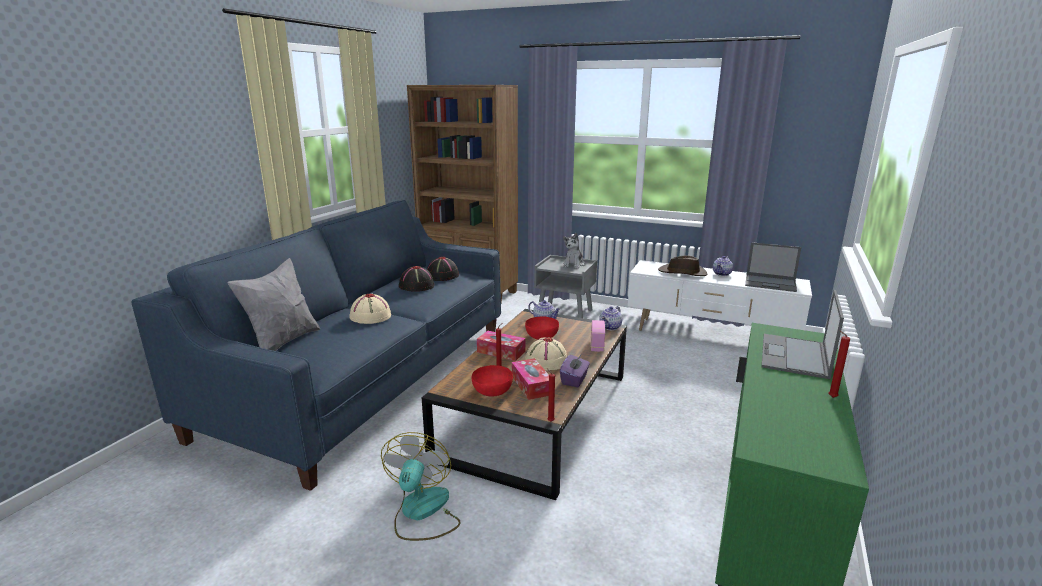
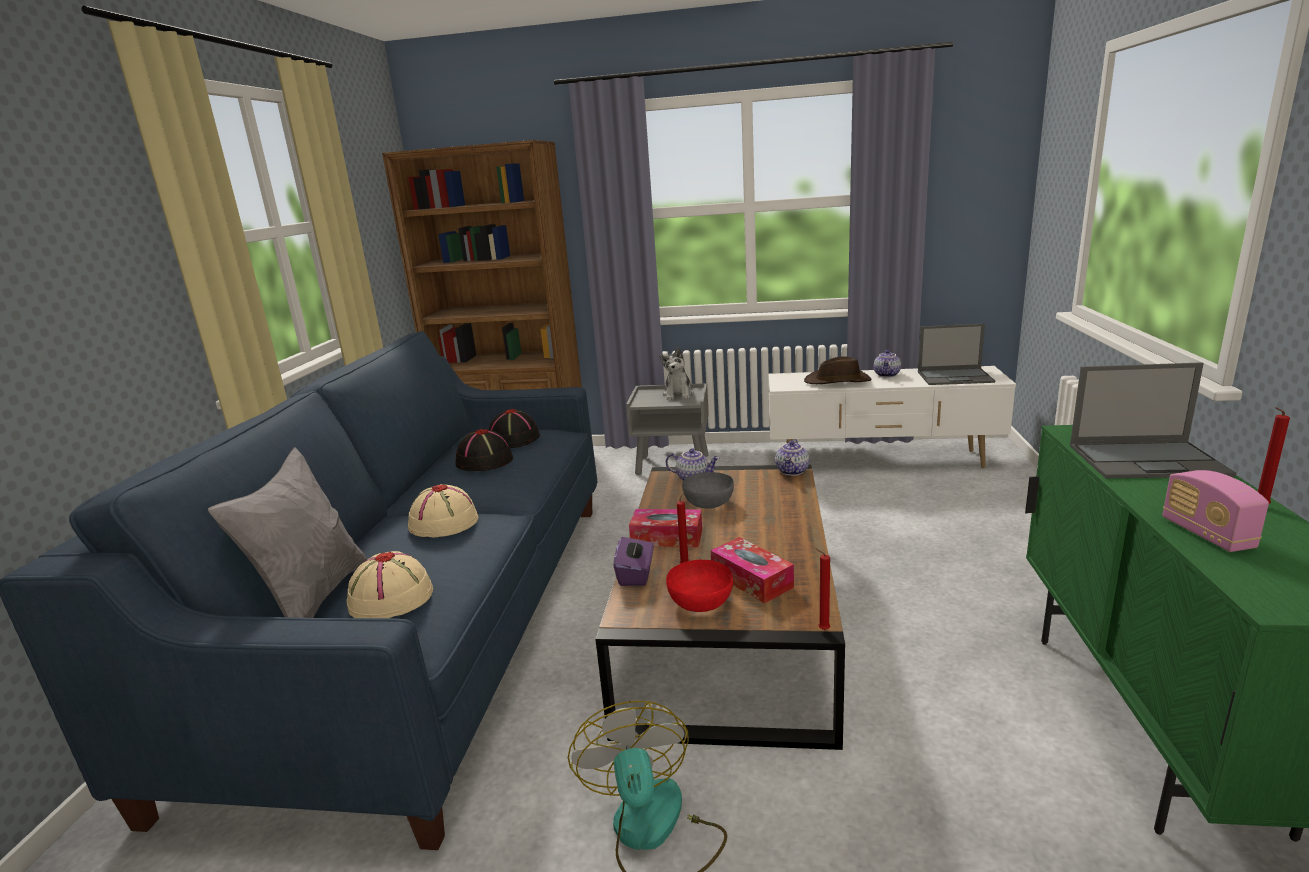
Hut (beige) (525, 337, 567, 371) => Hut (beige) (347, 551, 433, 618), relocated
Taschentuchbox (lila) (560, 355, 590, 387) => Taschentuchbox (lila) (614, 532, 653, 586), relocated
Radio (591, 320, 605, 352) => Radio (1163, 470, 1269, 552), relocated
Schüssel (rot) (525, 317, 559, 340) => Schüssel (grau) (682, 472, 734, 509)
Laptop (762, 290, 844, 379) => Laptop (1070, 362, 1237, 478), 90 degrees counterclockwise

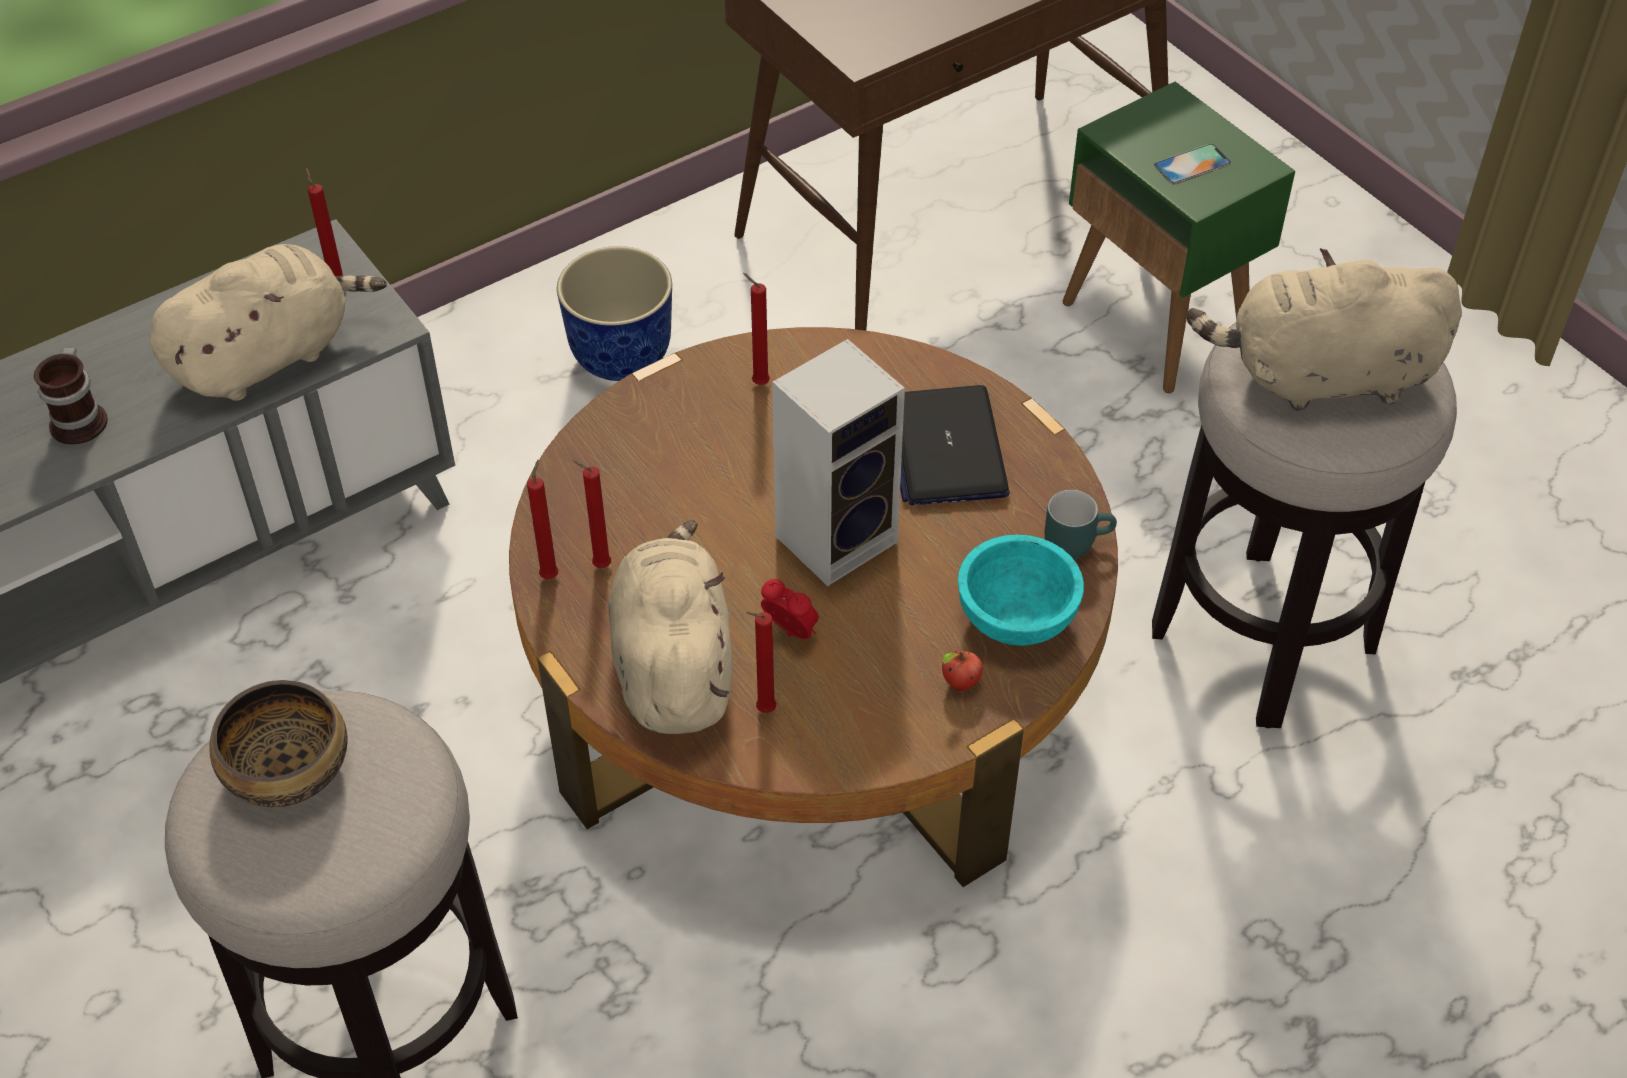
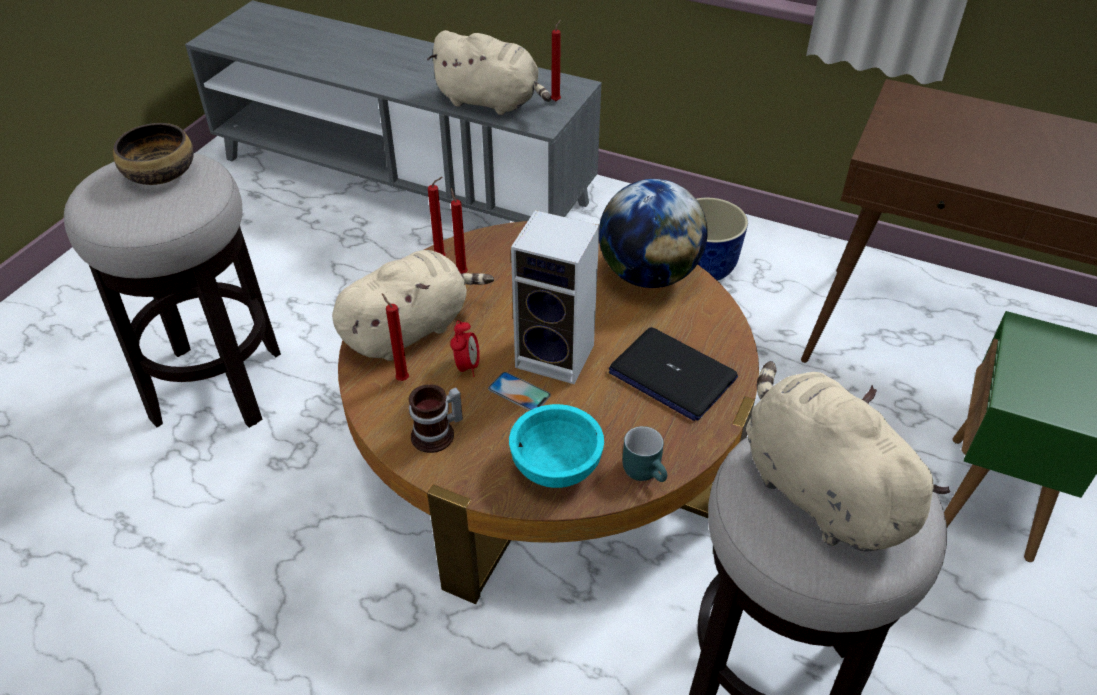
Apfel (942, 651, 983, 691) => nothing
Henkelbecher (34, 347, 108, 445) => Henkelbecher (408, 384, 463, 453), relocated
Handy (1154, 144, 1231, 185) => Handy (488, 372, 551, 411), relocated
Kerze (rot) (743, 273, 770, 385) => Globus (599, 179, 708, 288)
Laptop (900, 385, 1010, 505) => Laptop (609, 327, 738, 421), 105 degrees counterclockwise

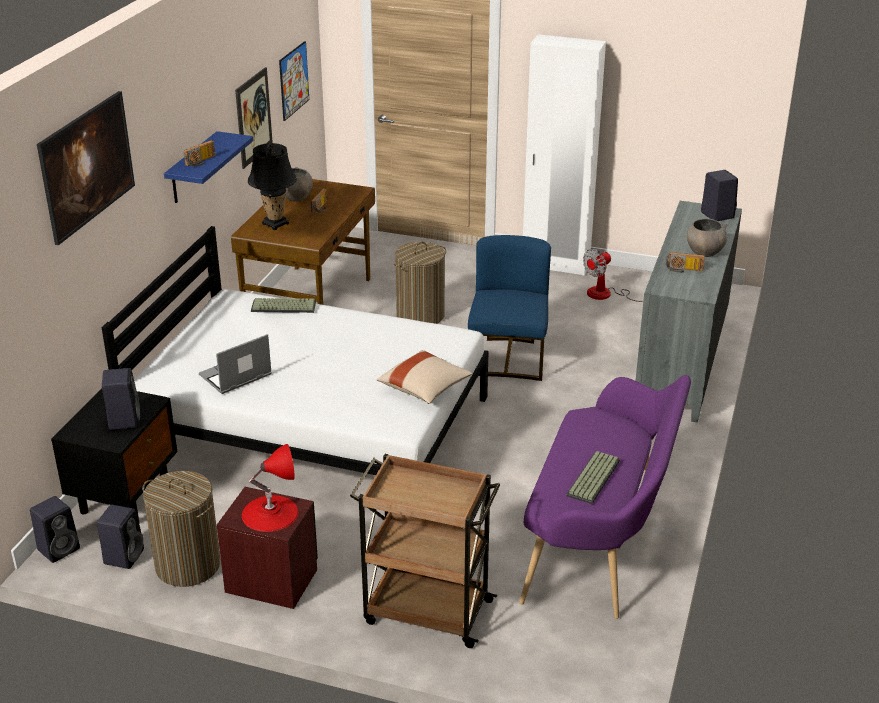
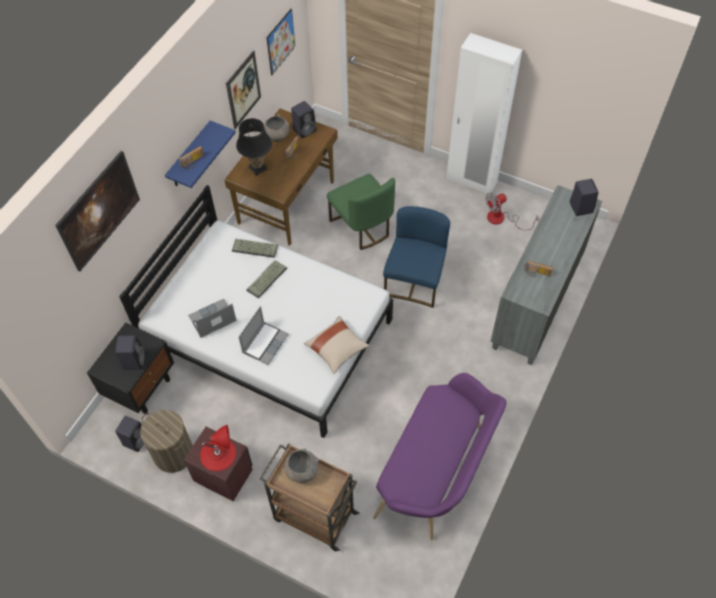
nothing => Laptop (239, 306, 289, 365)
Lautsprecher (schwarz) (30, 496, 80, 563) => Lautsprecher (schwarz) (291, 101, 316, 138), relocated
Tastatur (566, 451, 620, 504) => Tastatur (246, 260, 287, 299), relocated
Schüssel (grau) (687, 218, 728, 257) => Schüssel (grau) (284, 449, 320, 483), relocated
Wäschekorb (394, 242, 446, 324) => Stuhl (grün) (327, 174, 395, 250)

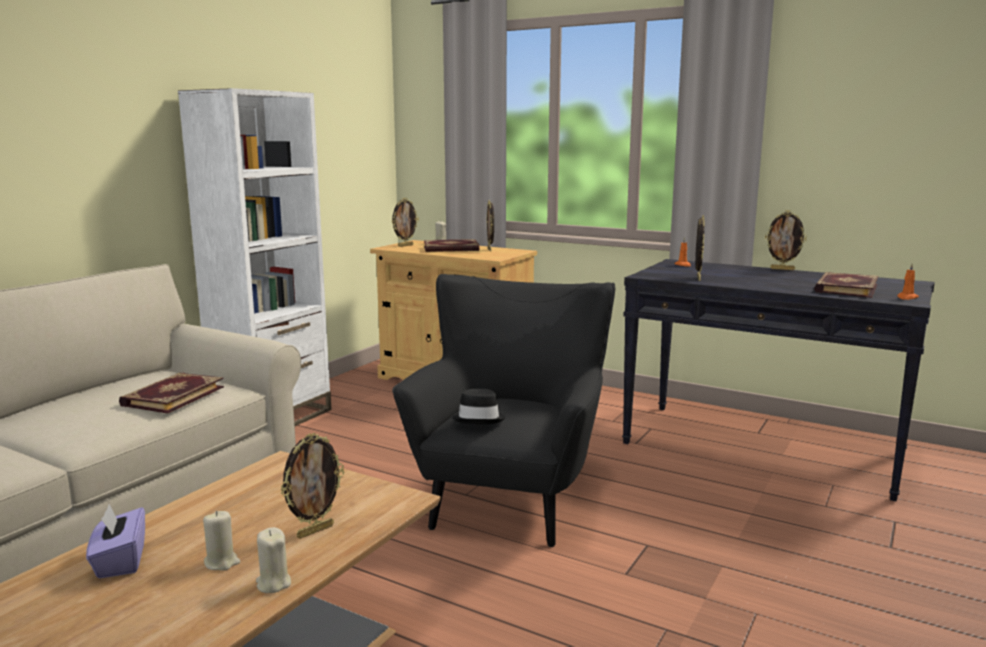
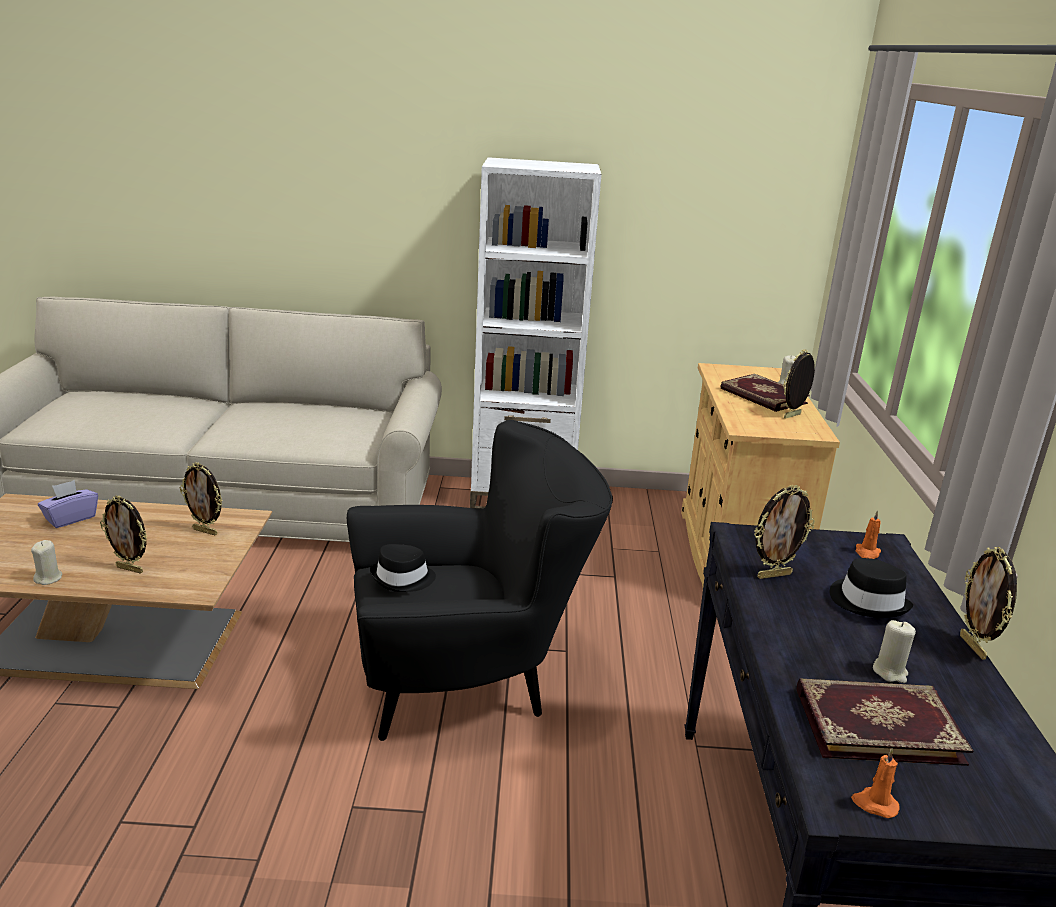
Buch (119, 373, 224, 414) => nothing
nothing => Hut (schwarz) (830, 558, 913, 618)
Kerze (beige) (203, 511, 240, 571) => Kerze (beige) (873, 620, 916, 683), relocated
Bilderrahmen (392, 198, 419, 247) => Bilderrahmen (180, 462, 223, 535), relocated

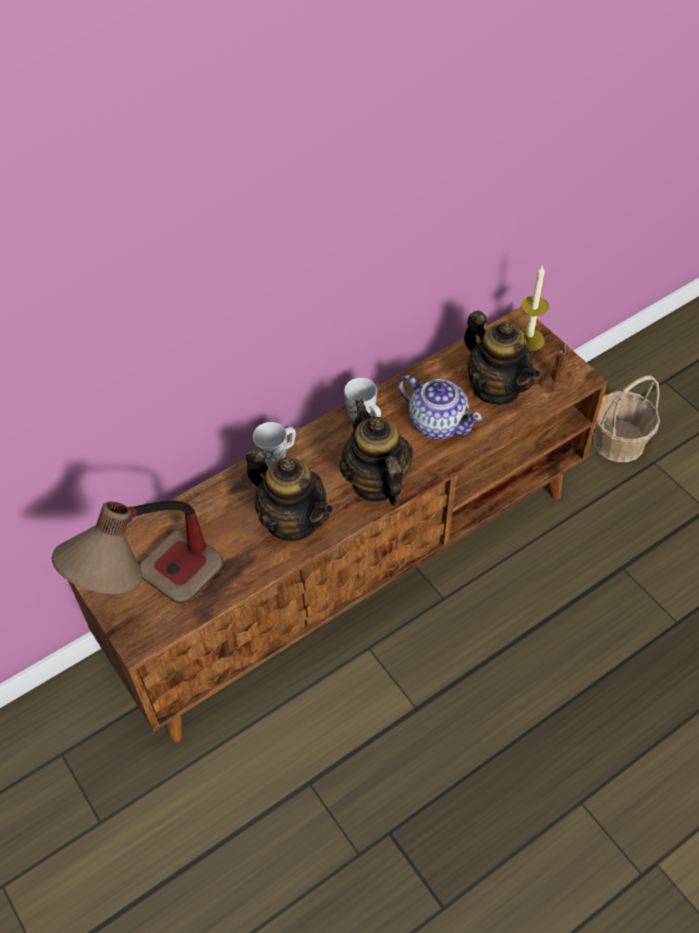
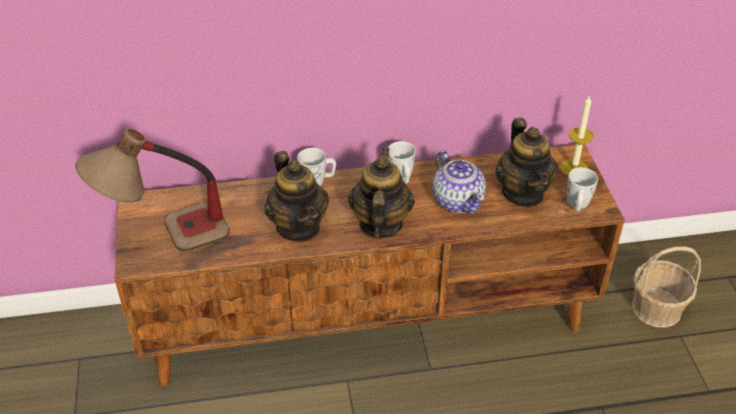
Kerze (braun) (539, 344, 574, 391) => Henkelbecher (weiß) (567, 167, 598, 211)

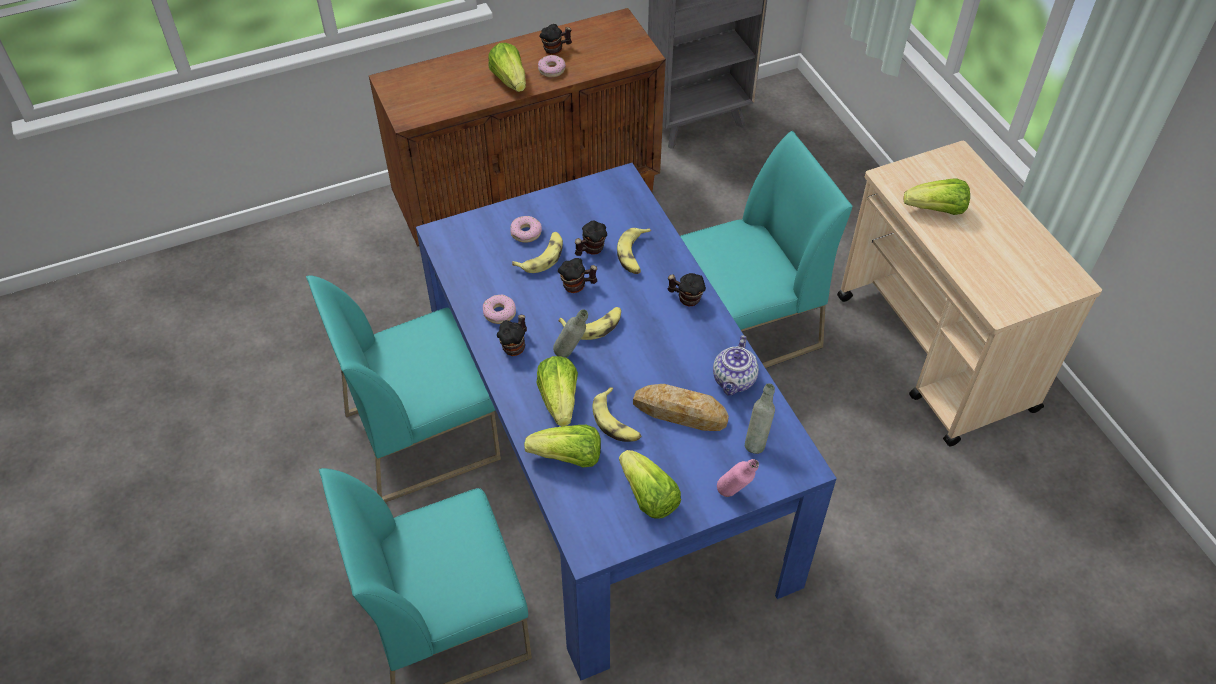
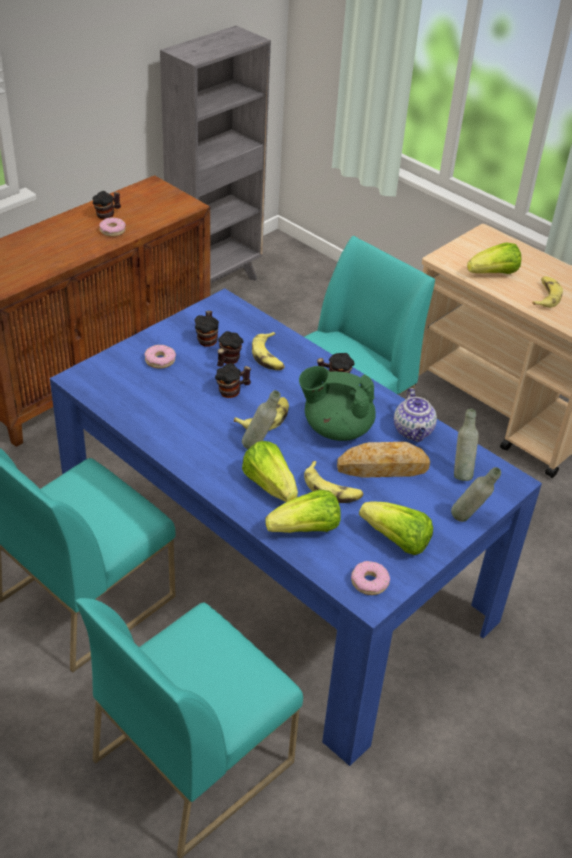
Salatkopf (488, 43, 526, 92) => nothing
nothing => Teekanne (grün) (299, 366, 376, 441)
Donut (483, 294, 516, 324) => Donut (351, 561, 390, 595), relocated
Henkelbecher (497, 315, 527, 356) => Henkelbecher (195, 311, 219, 347), relocated
Banane (512, 232, 563, 273) => Banane (532, 276, 563, 308), relocated
Flasche (rosa) (717, 459, 759, 497) => Flasche (grau) (451, 467, 501, 522)

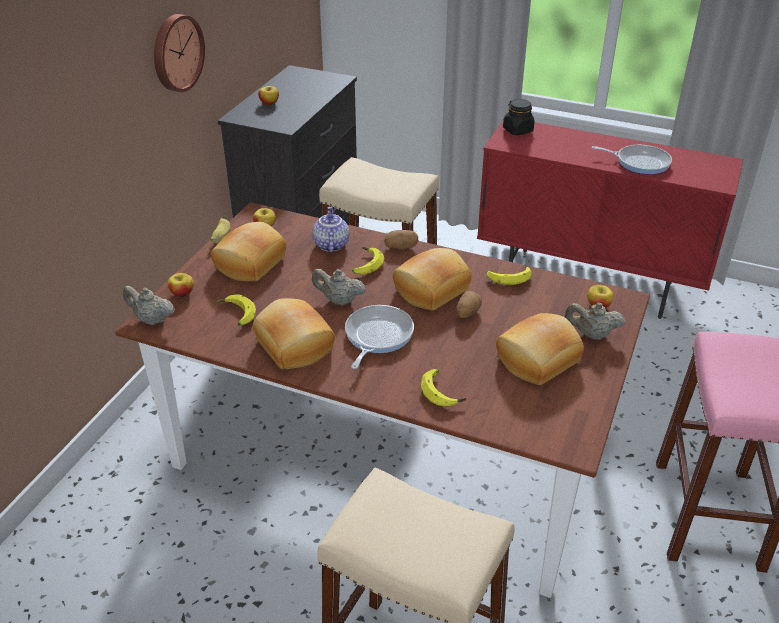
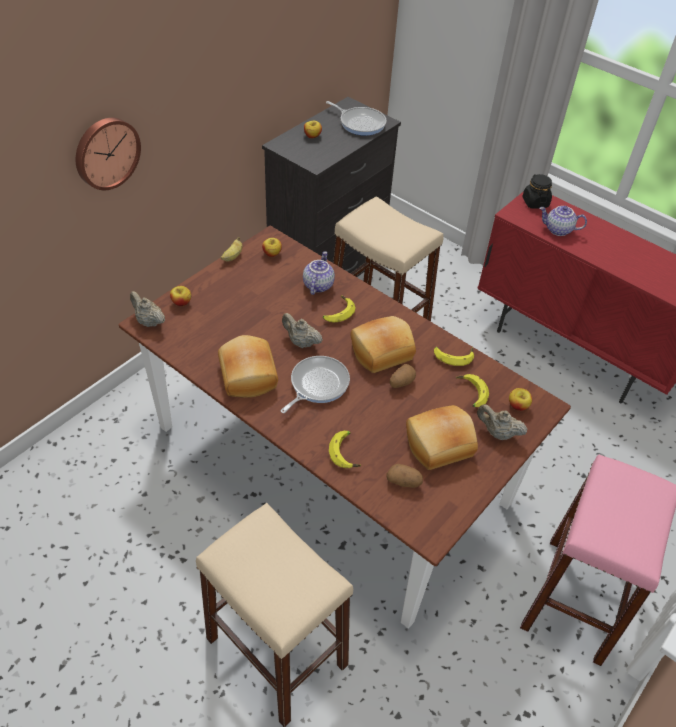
Brot (211, 222, 286, 282) => nothing
nothing => Teekanne (540, 206, 587, 236)
Wanduhr (154, 14, 205, 92) => Wanduhr (76, 118, 141, 190), relocated
Banane (217, 294, 256, 325) => Banane (456, 374, 489, 407), relocated
Kartoffel (384, 230, 418, 249) => Kartoffel (386, 464, 423, 488), relocated
Pfanne (591, 145, 672, 174) => Pfanne (326, 101, 386, 136), relocated

